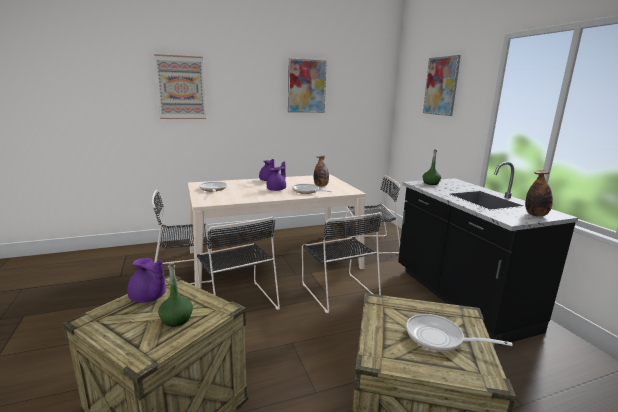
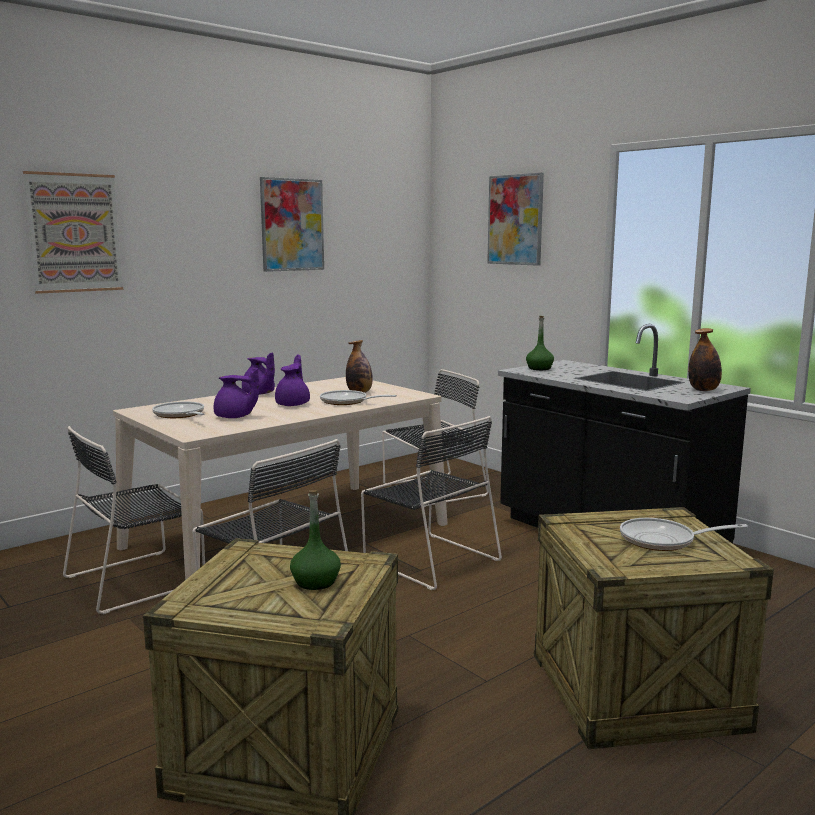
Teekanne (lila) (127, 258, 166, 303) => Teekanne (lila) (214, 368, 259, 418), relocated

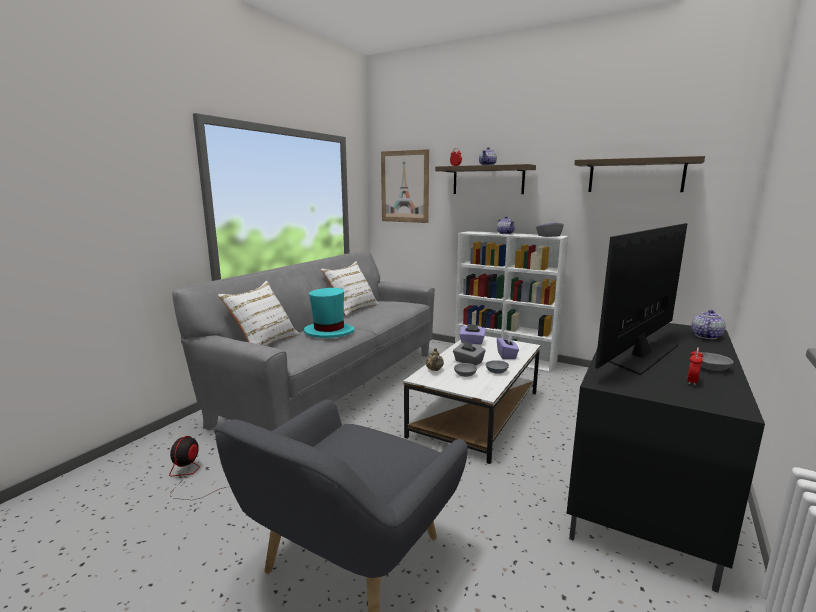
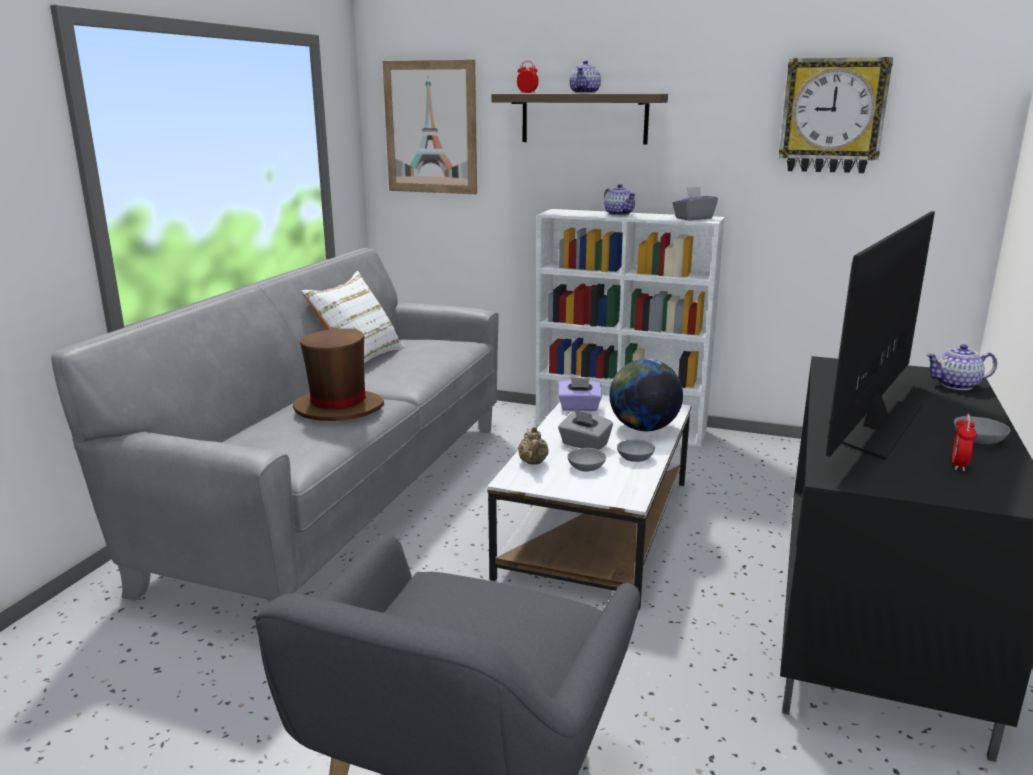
Ventilator (169, 436, 227, 500) => nothing
Kissen (weiß) (218, 281, 299, 346) => nothing
Taschentuchbox (lila) (497, 335, 519, 359) => Globus (609, 359, 683, 431)
Wandregal (574, 156, 705, 192) => Wanduhr (779, 57, 893, 173)
Hut (türkis) (304, 288, 354, 338) => Hut (braun) (293, 328, 384, 421)
Teekanne (691, 310, 726, 339) => Teekanne (926, 344, 997, 390), 120 degrees counterclockwise

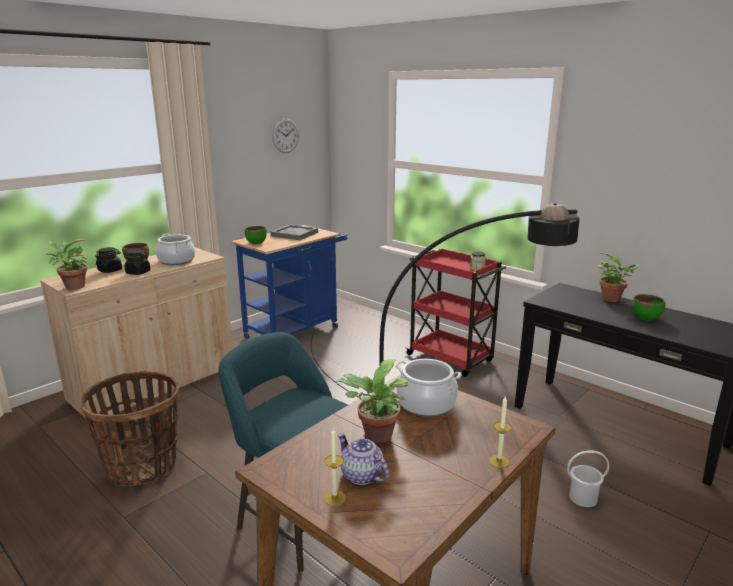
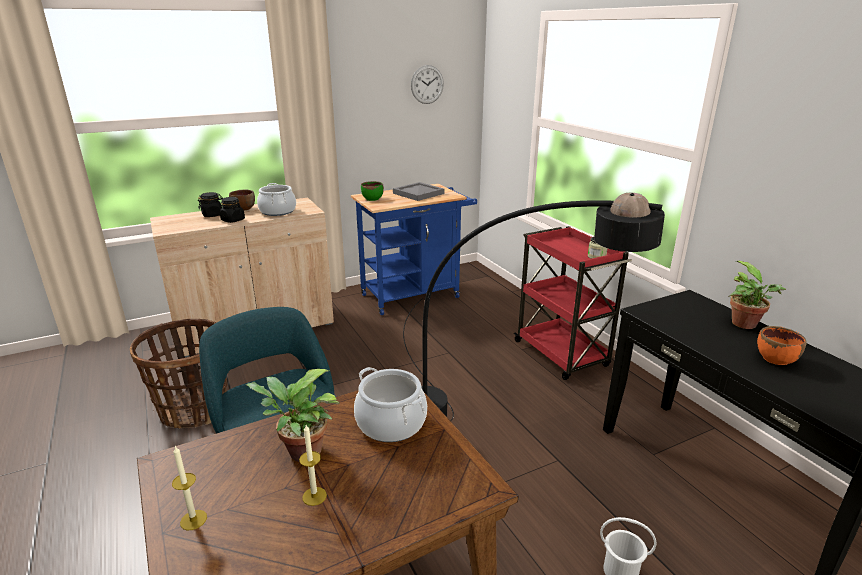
Topfpflanze (46, 238, 88, 290) => nothing
Teekanne (338, 433, 389, 485) => nothing
Kerze (489, 395, 511, 468) => Kerze (299, 425, 327, 506), relocated
Schüssel (grün) (632, 294, 666, 321) => Schüssel (orange) (757, 326, 807, 365)

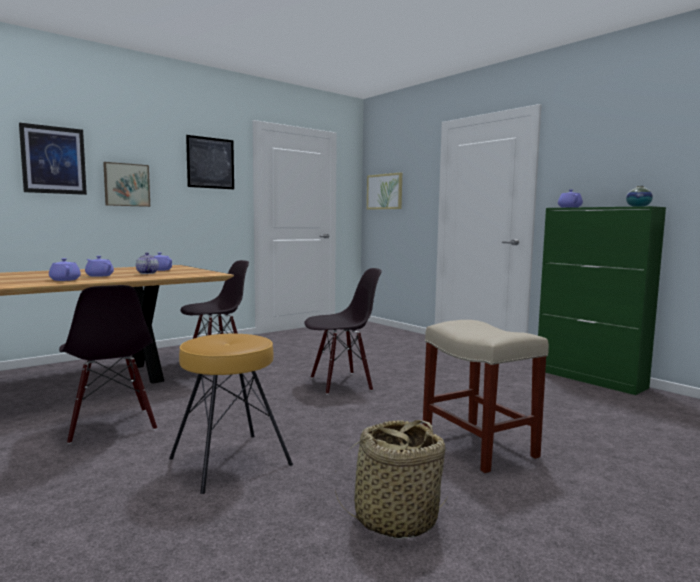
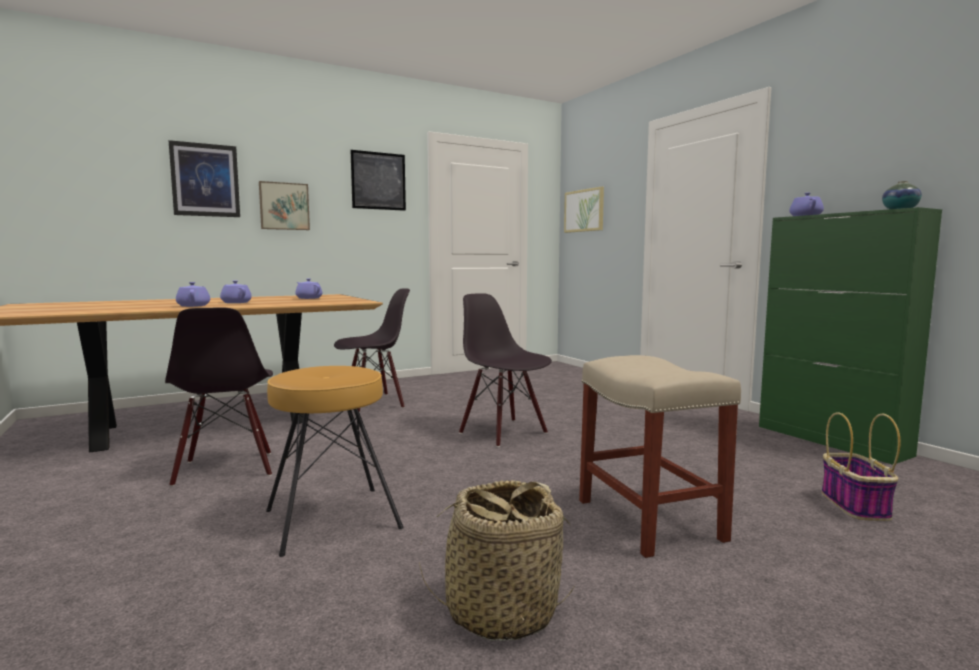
Teekanne (136, 252, 159, 274) => nothing
nothing => Korb (822, 412, 901, 521)
Stuhl (schwarz) (304, 268, 382, 395) => Stuhl (schwarz) (459, 293, 552, 447), 120 degrees counterclockwise

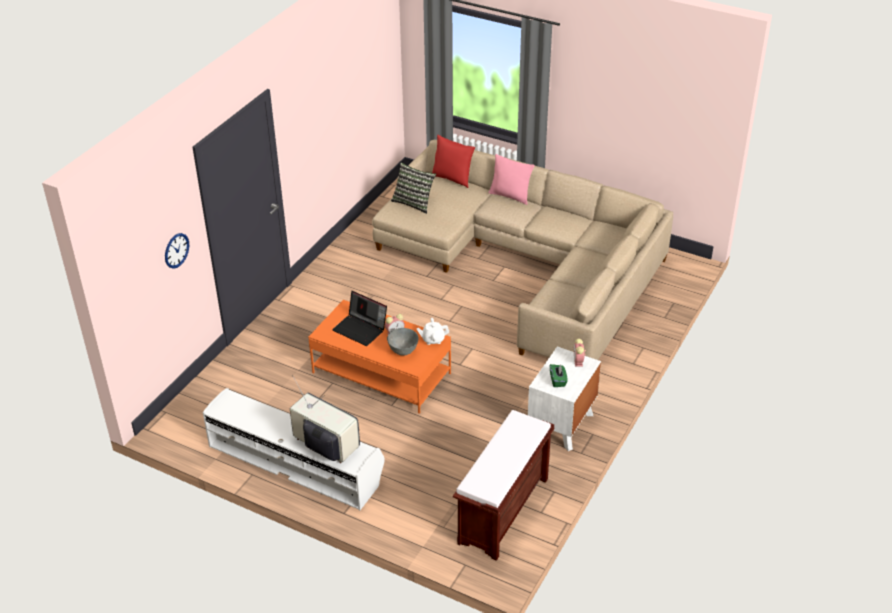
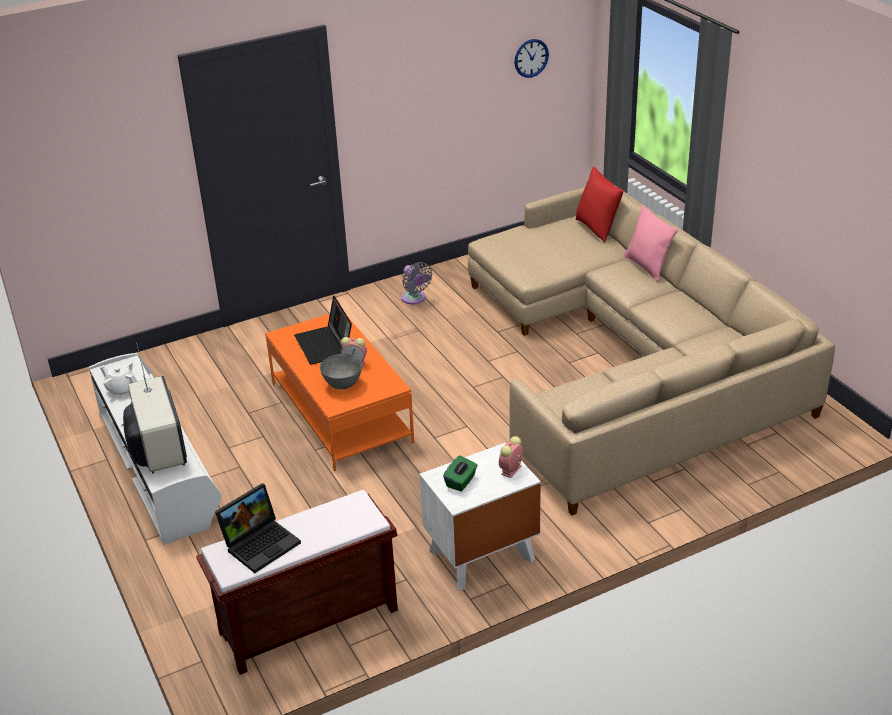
Kissen (391, 162, 436, 214) => nothing
nothing => Laptop (215, 483, 301, 573)
nothing => Ventilator (grau) (401, 262, 432, 304)
Wanduhr (165, 233, 189, 269) => Wanduhr (514, 39, 549, 78), relocated
Teekanne (weiß) (417, 318, 449, 345) => Teekanne (weiß) (100, 362, 137, 397), relocated

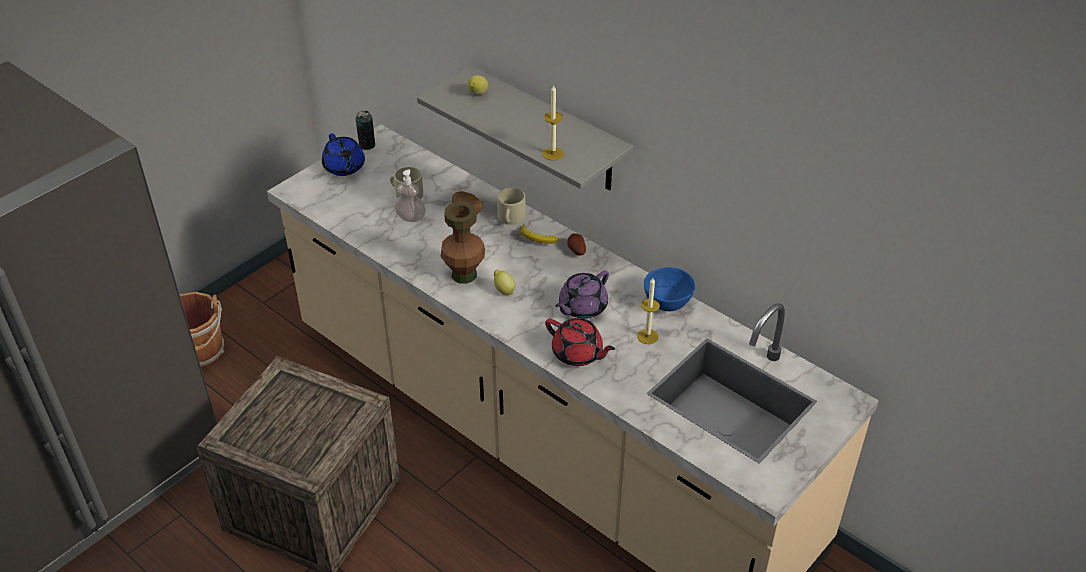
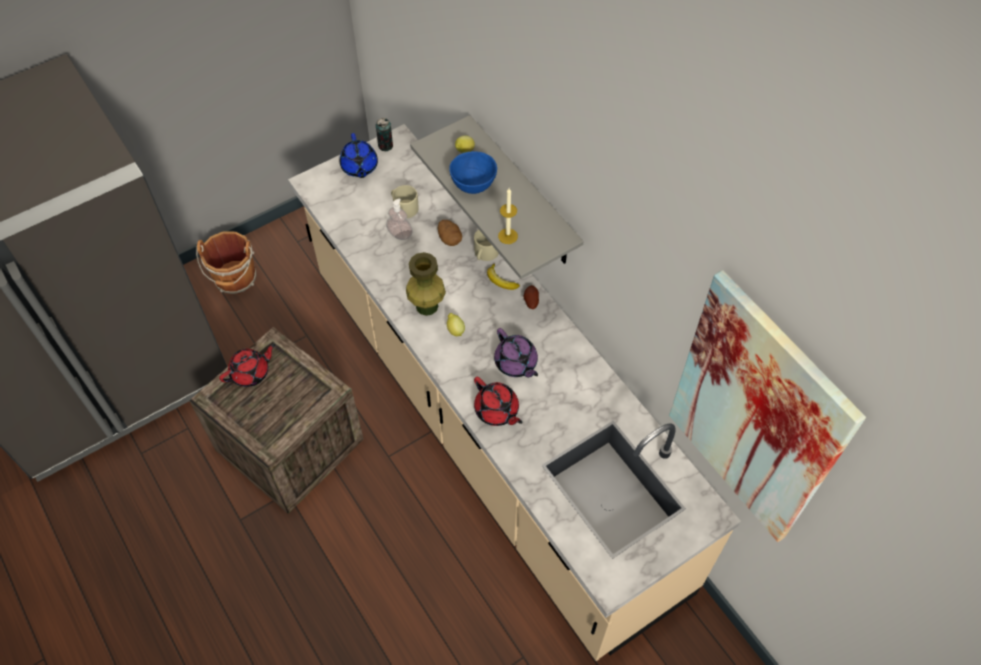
Kerze (637, 278, 660, 344) => nothing
nothing => Teekanne (rot) (219, 344, 276, 387)
nothing => Bild (669, 270, 866, 542)
Schüssel (blau) (644, 267, 695, 311) => Schüssel (blau) (449, 151, 497, 194), relocated
Vase (braun) (441, 202, 485, 284) => Vase (grün) (406, 252, 446, 316)
Teekanne (lila) (555, 270, 609, 319) => Teekanne (lila) (494, 328, 538, 377), 90 degrees counterclockwise

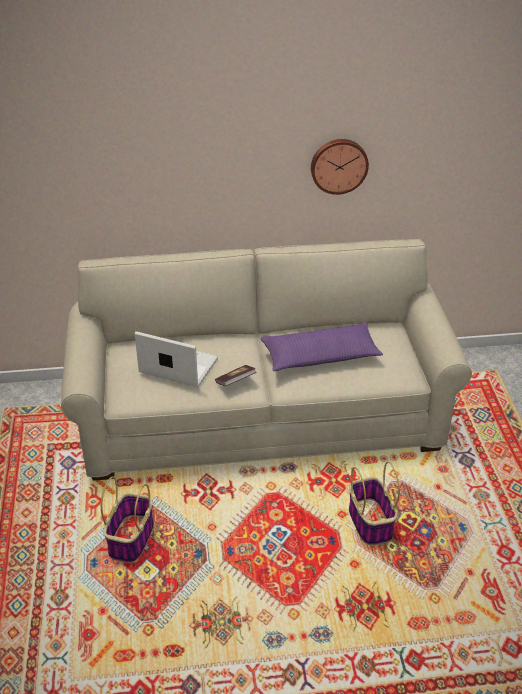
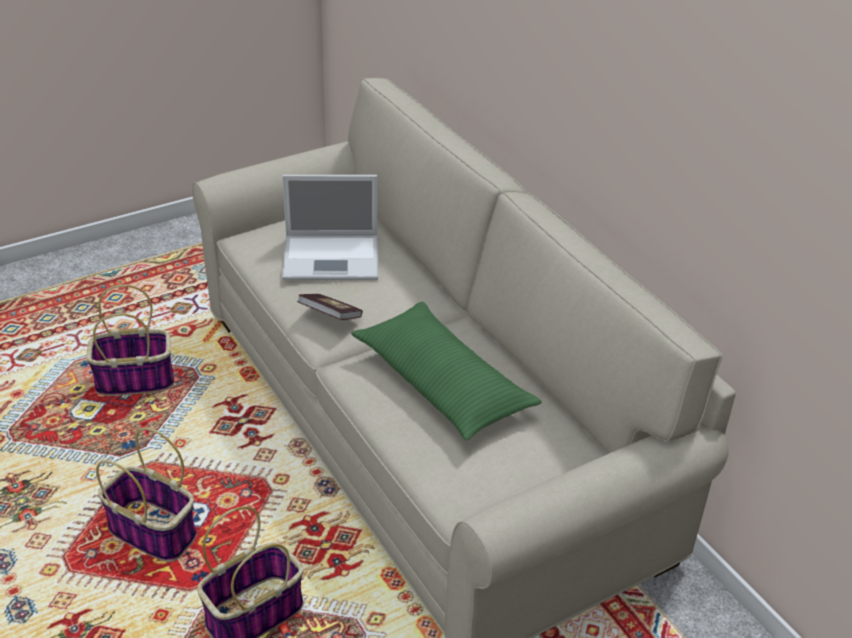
Wanduhr (311, 139, 369, 195) => nothing
nothing => Korb (96, 427, 197, 562)
Kissen (lila) (261, 322, 383, 371) => Kissen (grün) (351, 302, 542, 441)
Laptop (135, 331, 218, 387) => Laptop (282, 175, 378, 280), 90 degrees clockwise

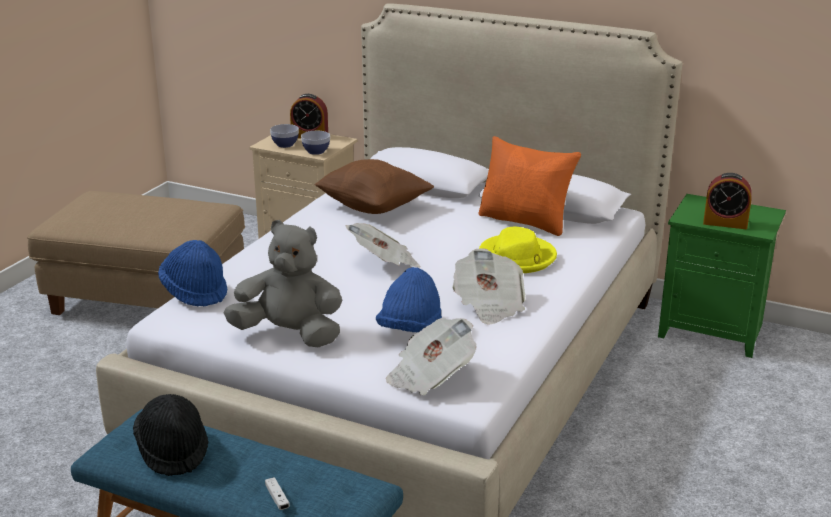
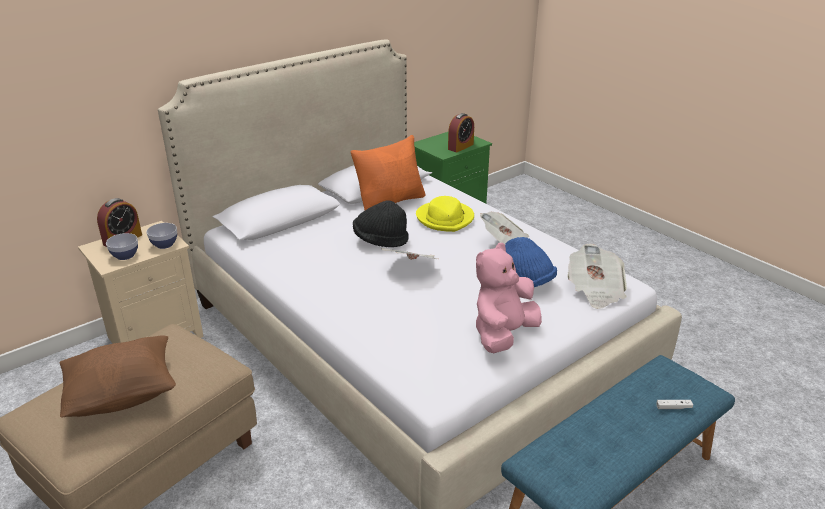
Hut (blau) (158, 240, 227, 306) => nothing
Hut (schwarz) (133, 394, 209, 476) => Hut (schwarz) (353, 200, 409, 247), relocated
Kissen (braun) (314, 159, 434, 214) => Kissen (braun) (60, 335, 176, 418), relocated
Plüschtier (grau) (223, 220, 342, 347) => Plüschtier (rosa) (476, 243, 542, 353)

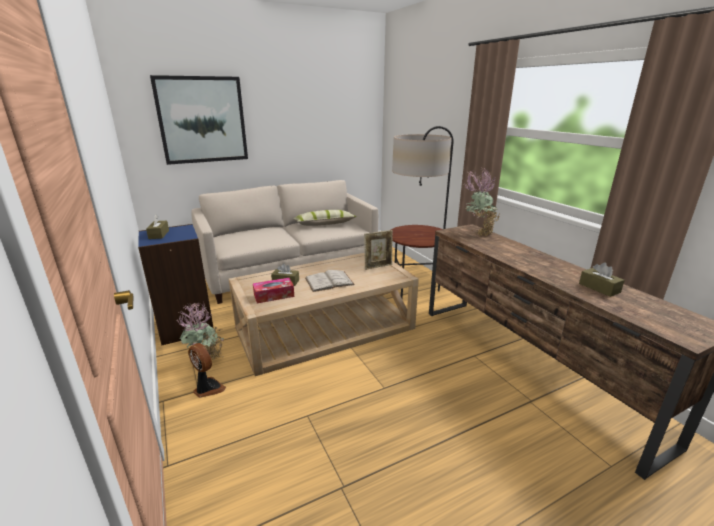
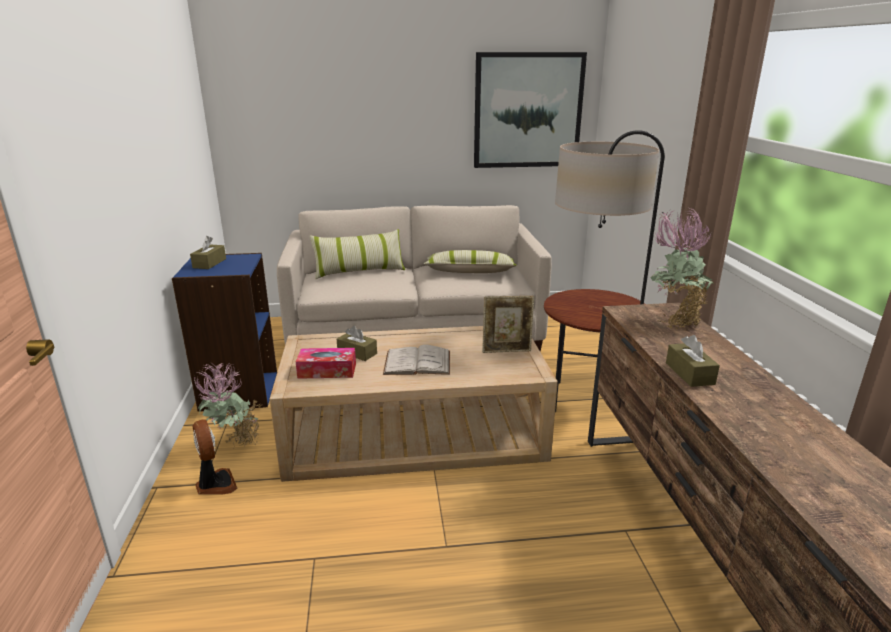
nothing => Kissen (310, 229, 405, 279)
Bild (150, 75, 248, 165) => Bild (474, 52, 587, 168), relocated
Taschentuchbox (braun) (579, 263, 625, 297) => Taschentuchbox (braun) (666, 335, 720, 387), relocated

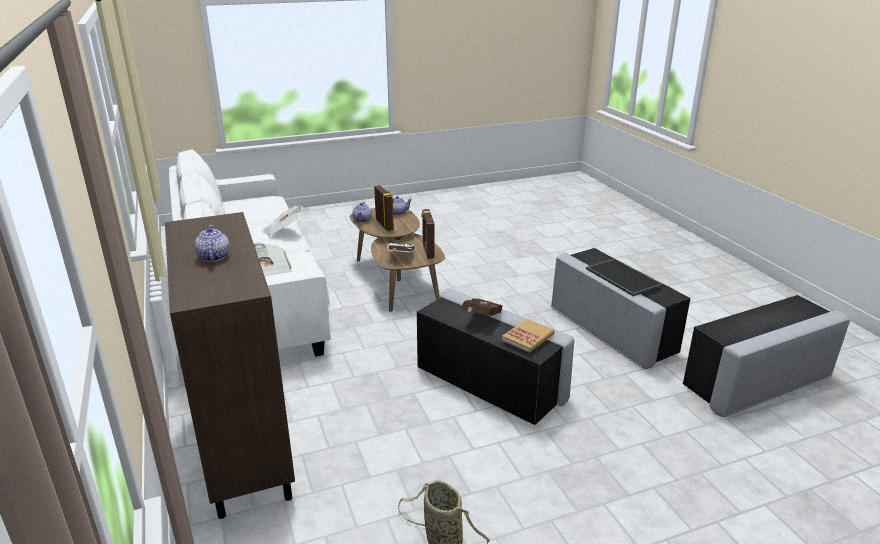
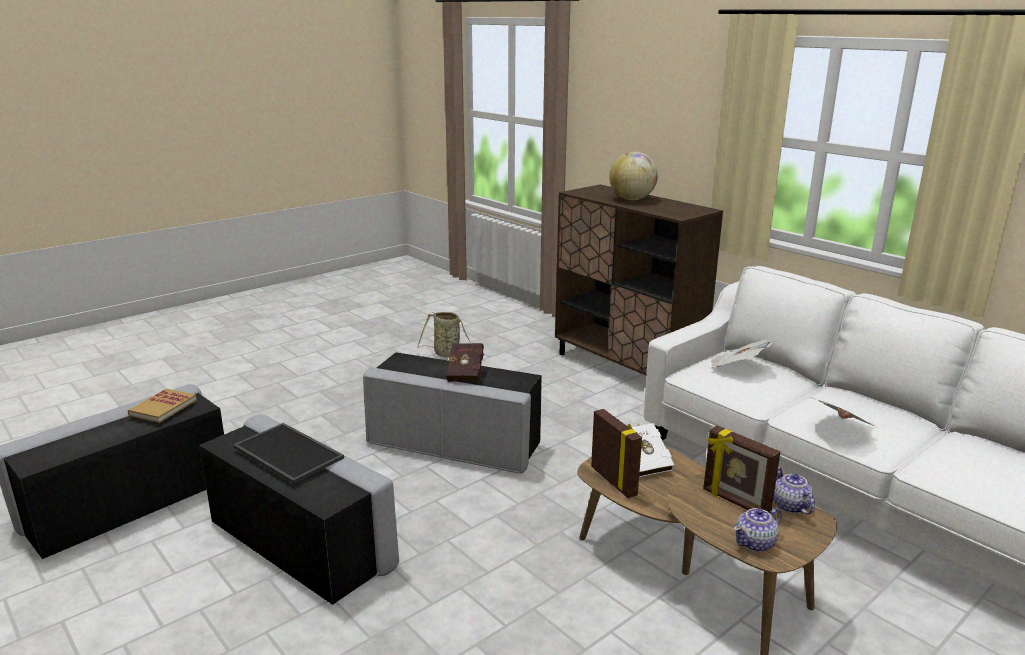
Buch (502, 319, 555, 353) => Buch (128, 389, 197, 423), relocated
Teekanne (194, 225, 229, 262) => Globus (609, 152, 658, 200)

